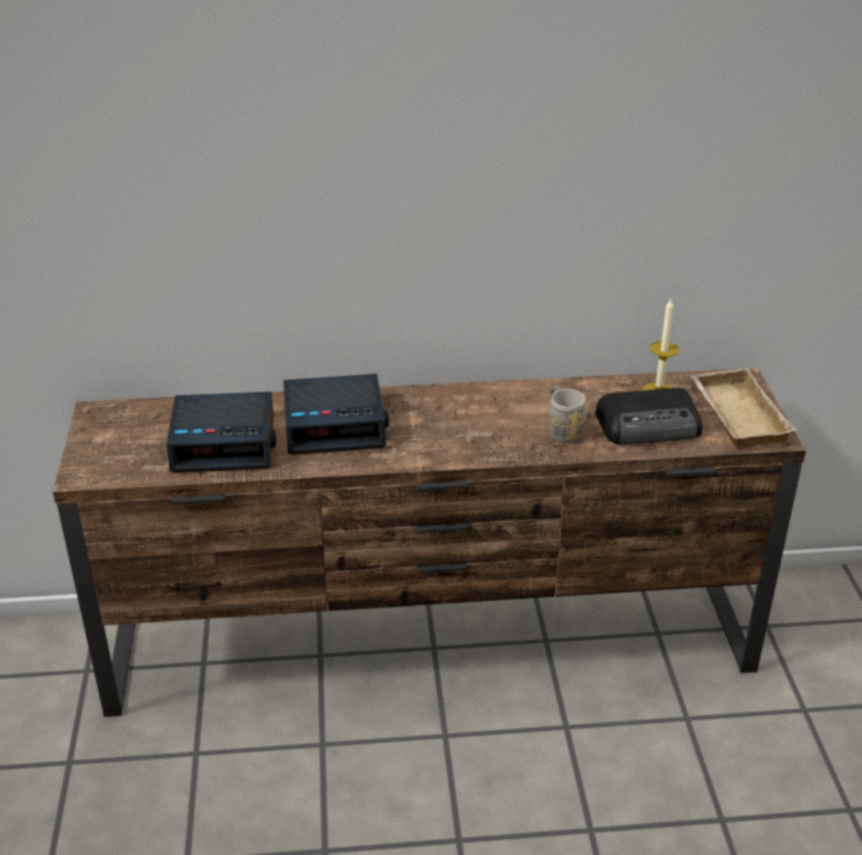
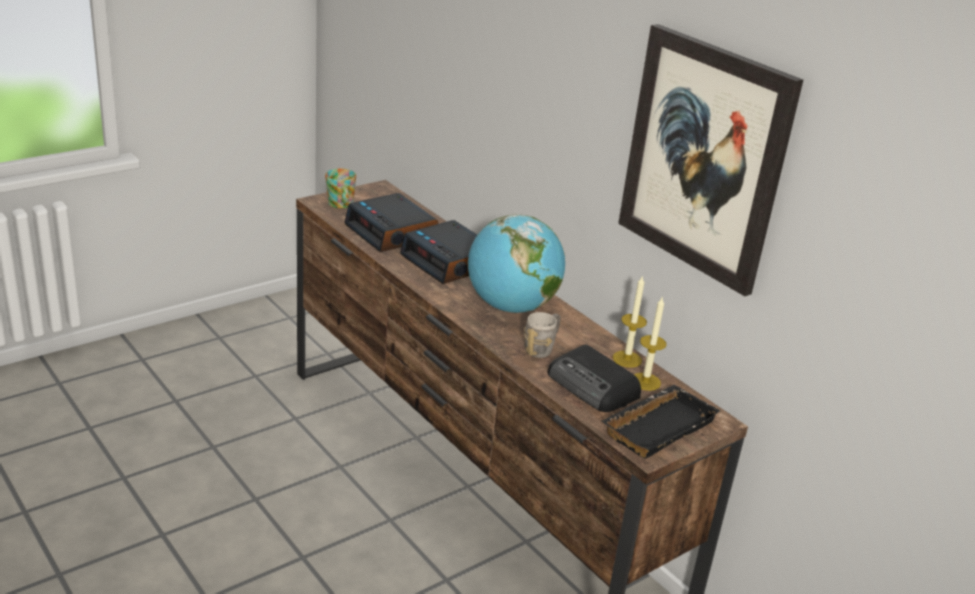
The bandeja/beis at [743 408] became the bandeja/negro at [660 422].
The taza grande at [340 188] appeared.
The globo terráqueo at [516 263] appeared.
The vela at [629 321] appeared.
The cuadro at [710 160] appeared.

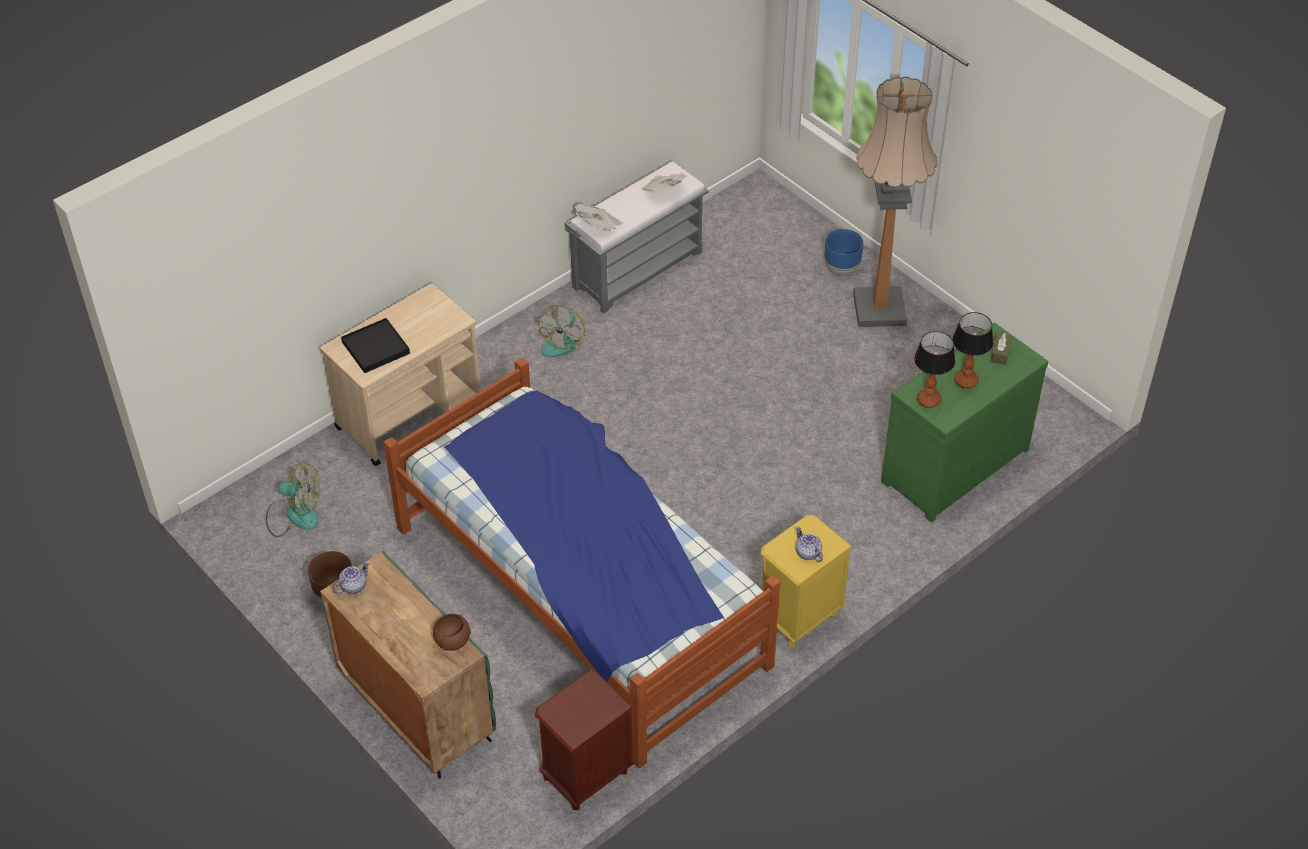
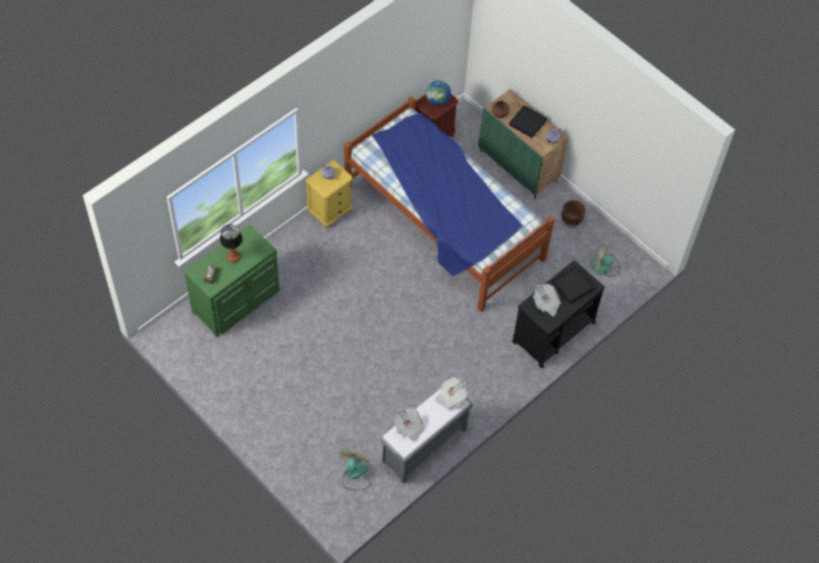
The carrito/beis at [400 374] became the carrito/negro at [558 314].
The ventilador moved from [561 331] to [355 470].
The maceta/azul at [844 252] disappeared.
The lámpara de pie at [895 201] disappeared.
The lámpara de mesa at [934 369] disappeared.
The globo terráqueo at [438 93] appeared.
The bandeja/negro at [528 121] appeared.
The periódico at [547 300] appeared.

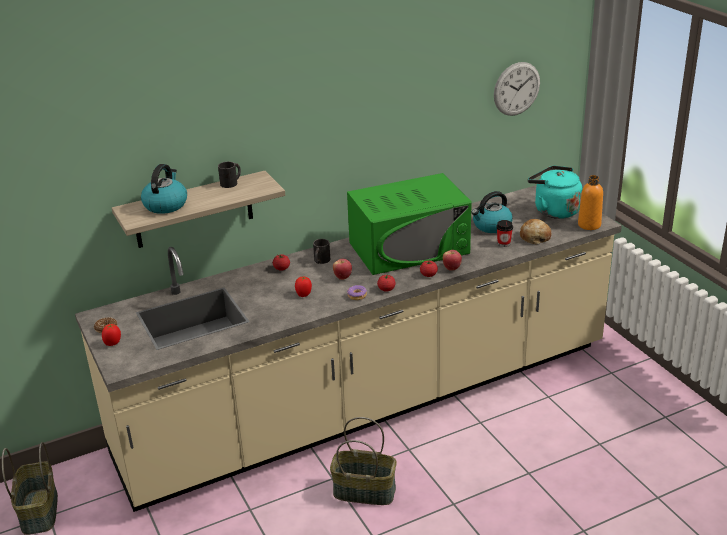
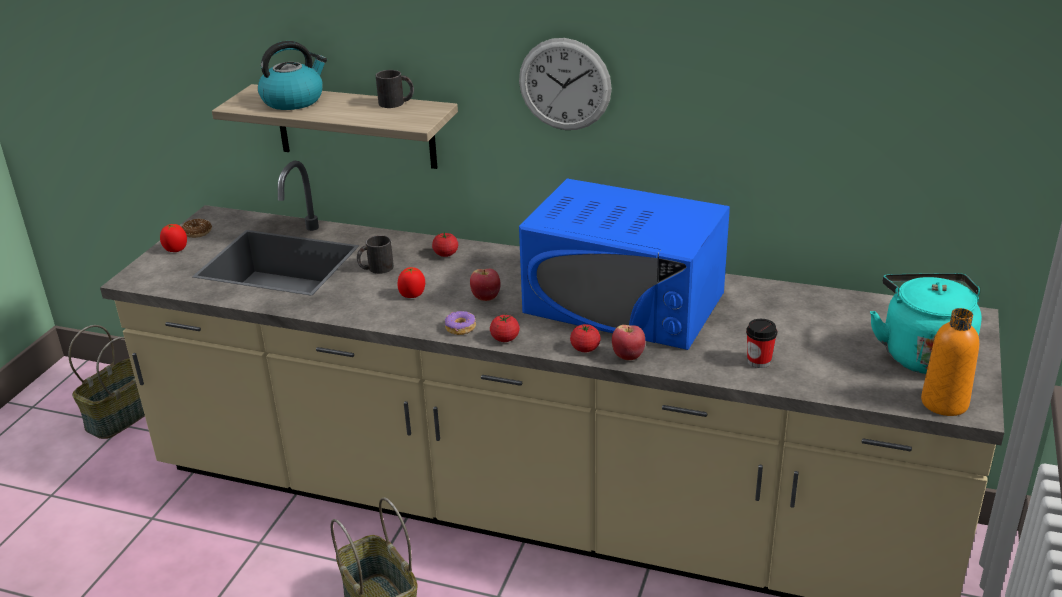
The taza grande/negro moved from [321 251] to [375 254].
The microondas/verde at [409 224] became the microondas/azul at [624 264].
The hervidor at [492 212] disappeared.
The reloj de pared moved from [517 89] to [565 84].
The pan at [536 231] disappeared.

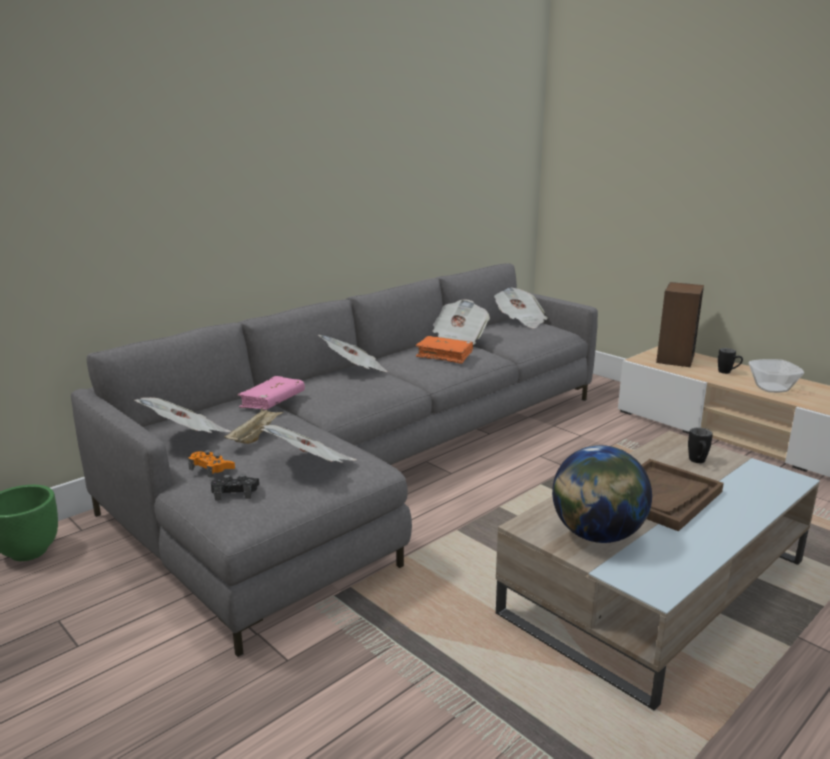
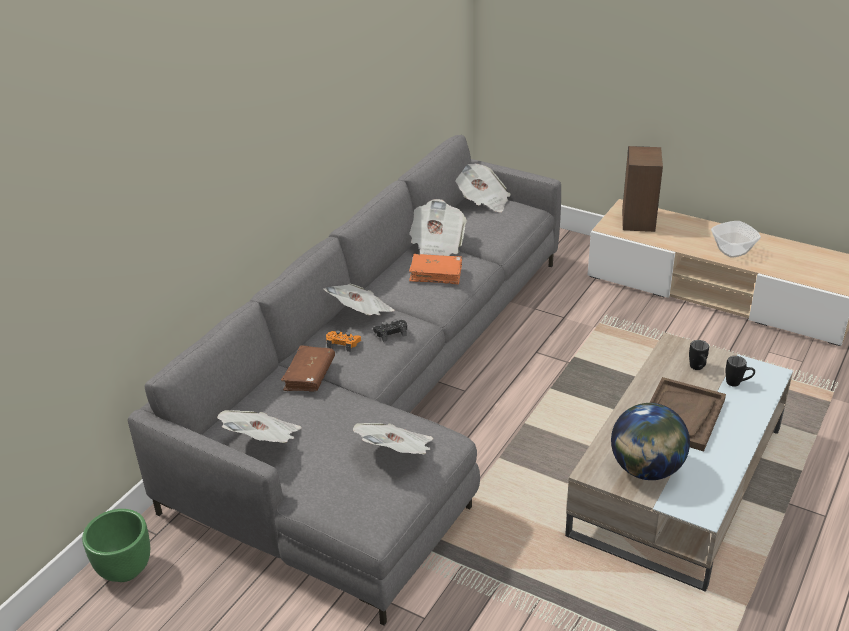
The mando de consola/naranja moved from [211 464] to [343 341].
The mando de consola/negro moved from [235 487] to [390 331].
The bandeja/beis at [254 426] disappeared.
The libro/rosa at [271 393] became the libro/marrón at [308 368].
The taza grande/negro moved from [730 361] to [740 371].

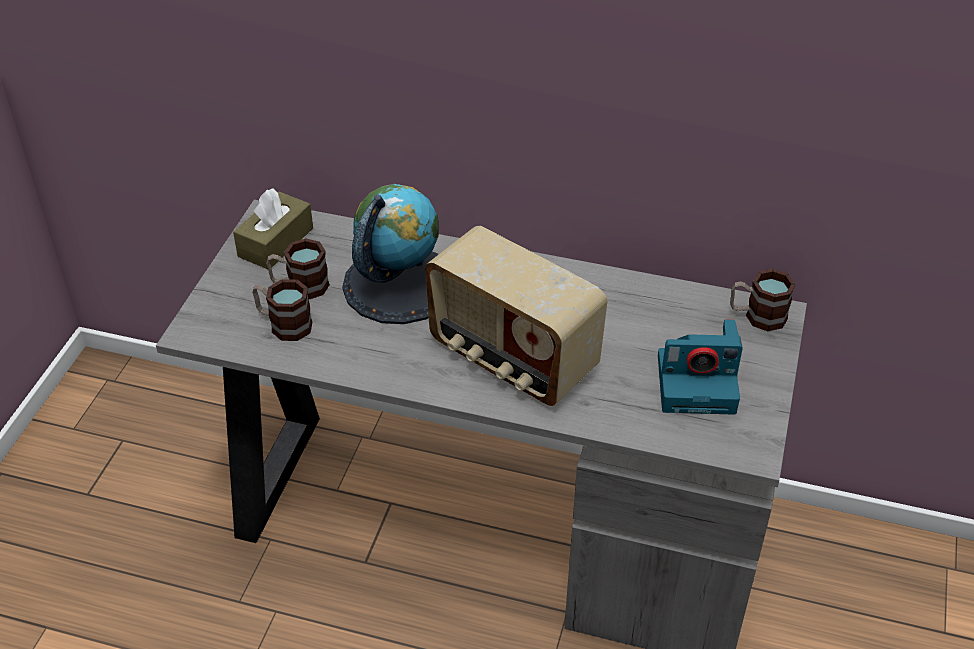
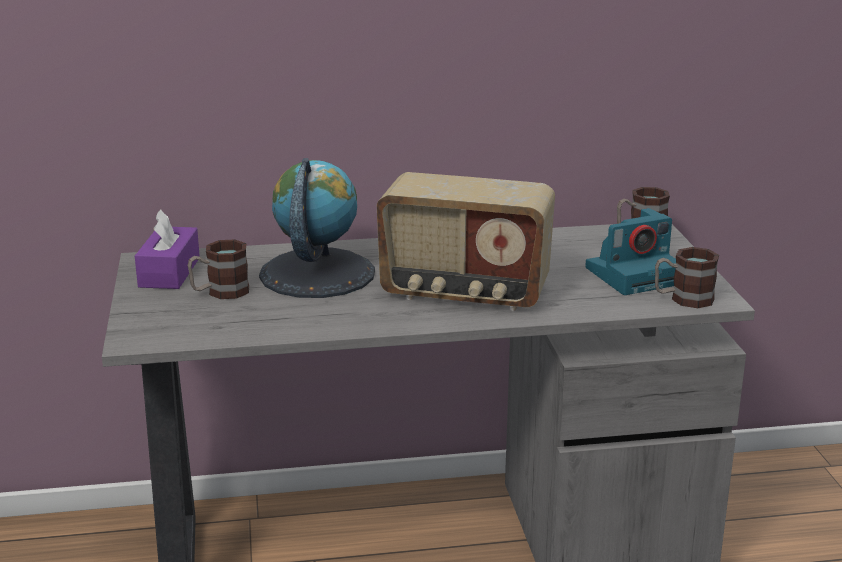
The caja de pañuelos/marrón at [273 228] became the caja de pañuelos/morado at [167 249].
The taza grande moved from [282 310] to [687 277].

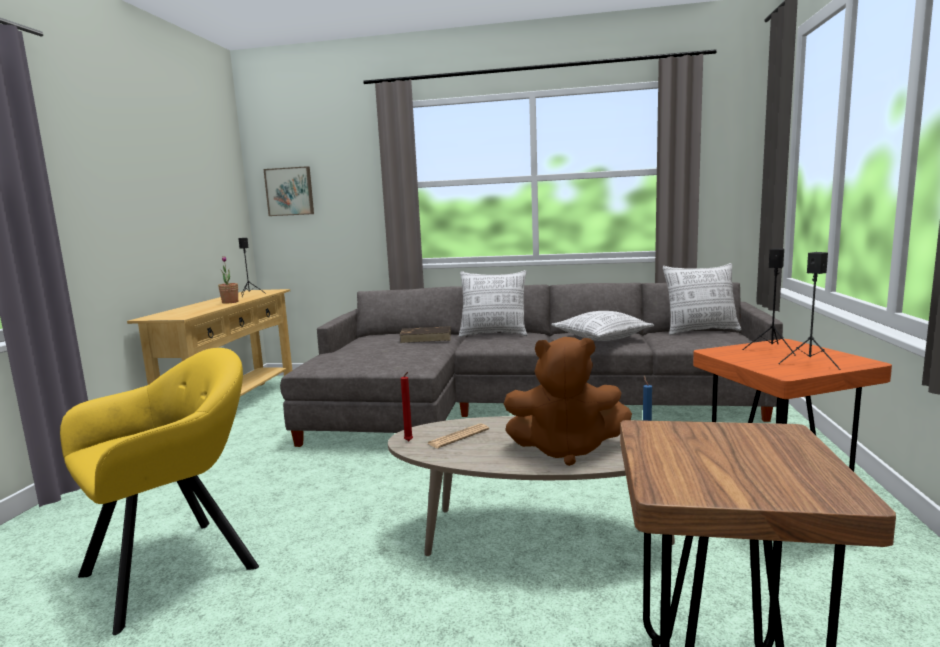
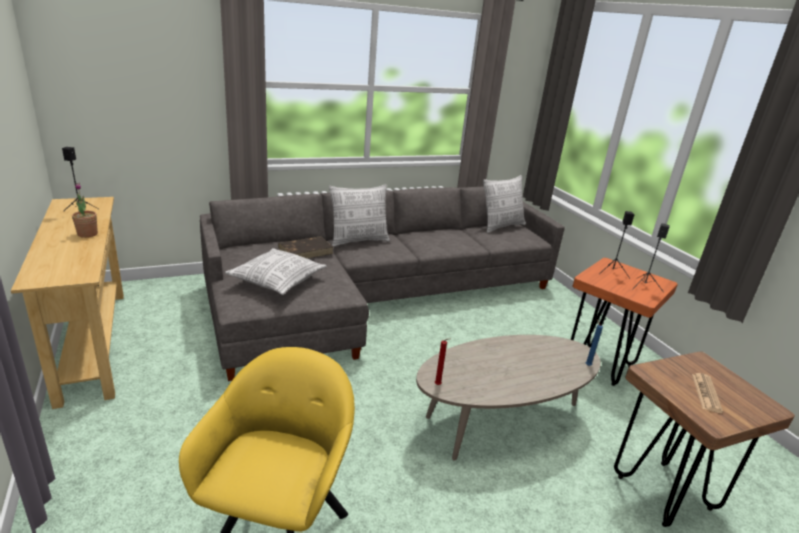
The cuadro at [288 191] disappeared.
The periódico moved from [458 435] to [707 393].
The peluche/marrón at [568 401] disappeared.
The cojín moved from [602 326] to [276 271].

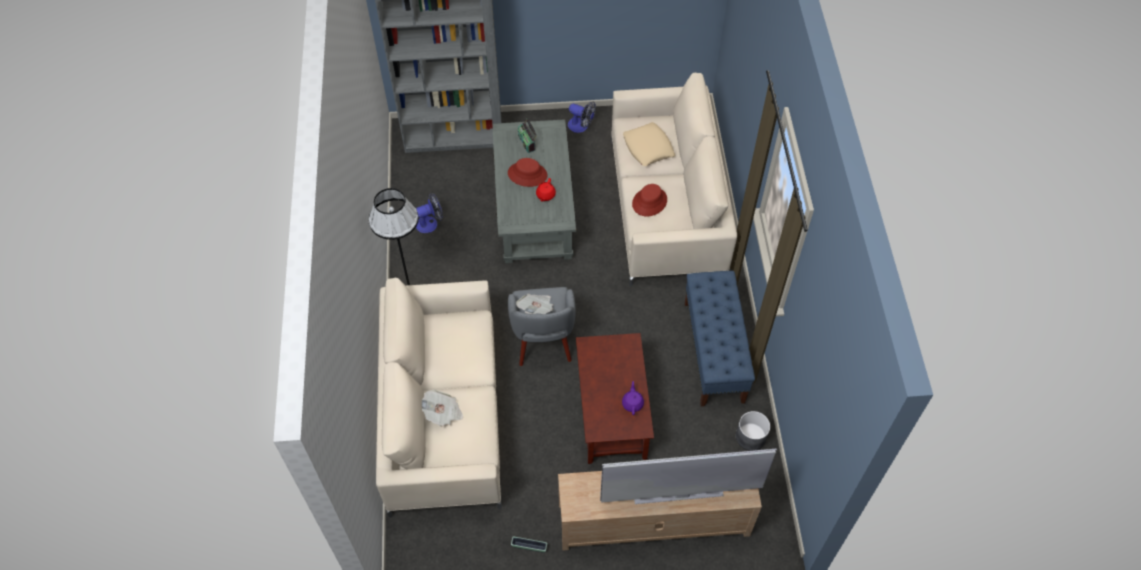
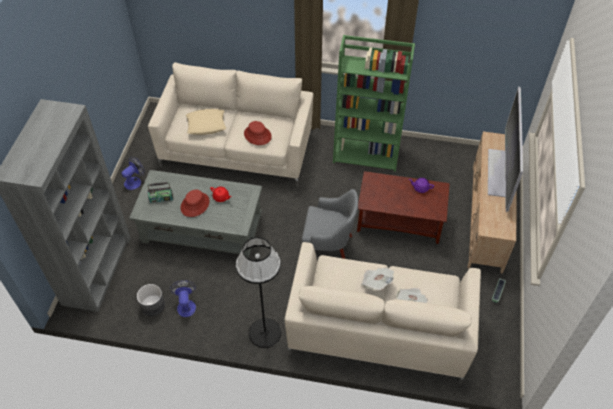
The periódico moved from [534 304] to [377 279].
The banco/azul at [719 338] was replaced by the estantería/verde at [374 103].
The maceta/gris moved from [753 431] to [151 300].

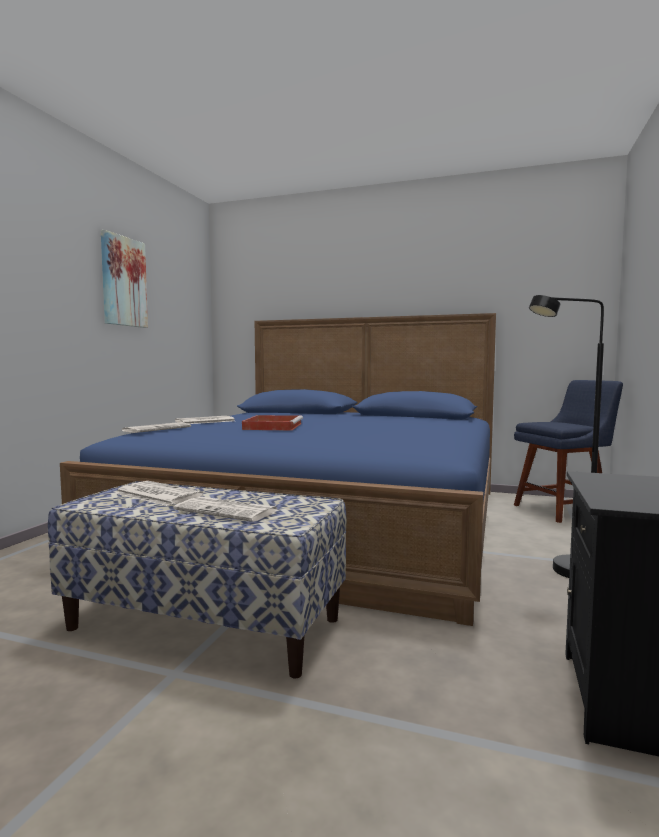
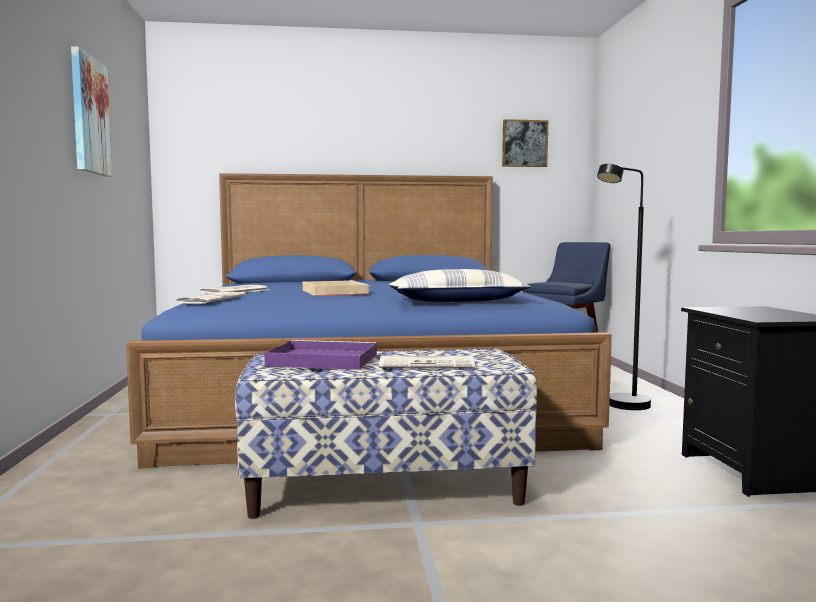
The periódico at [159 493] was replaced by the bandeja/morado at [320 355].
The bandeja/rojo at [272 423] became the bandeja/beis at [337 288].
The cojín at [460 285] appeared.
The cuadro at [525 143] appeared.

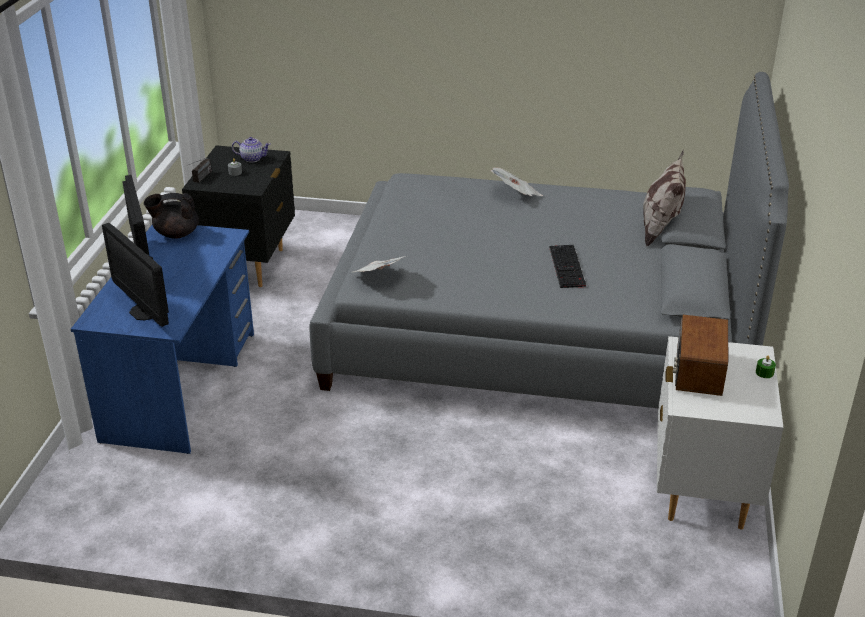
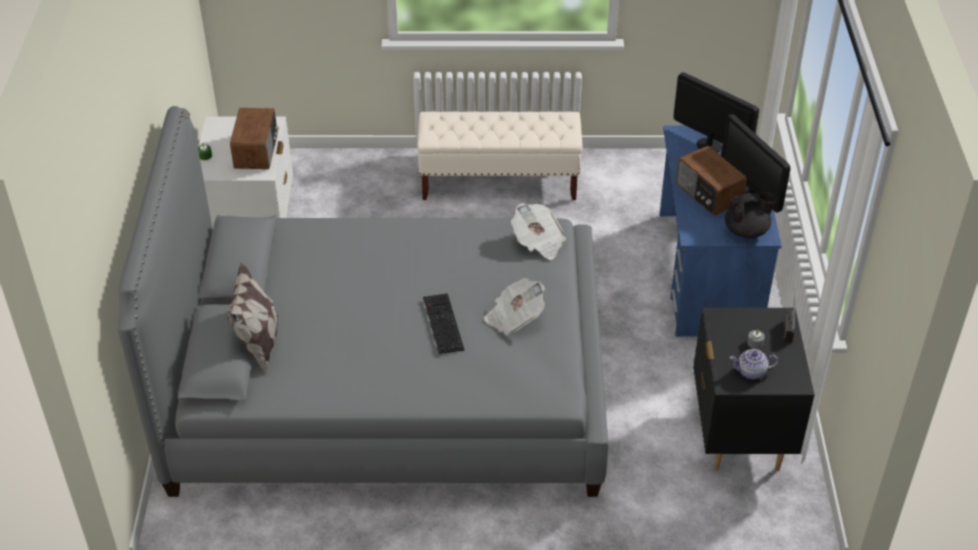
The periódico moved from [516 181] to [514 306].
The teclado moved from [567 266] to [444 324].
The banco/beis at [499 155] appeared.
The radio at [711 181] appeared.

